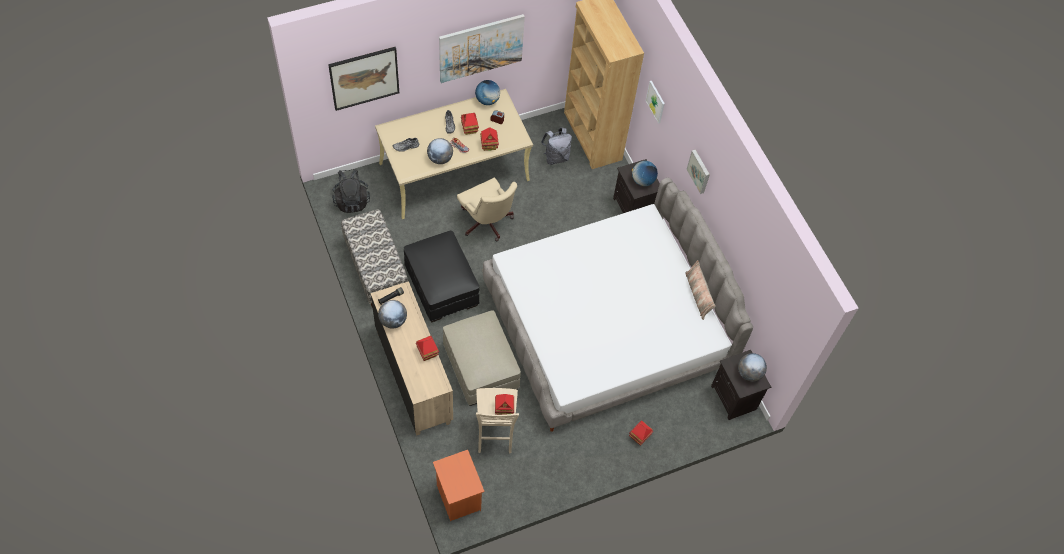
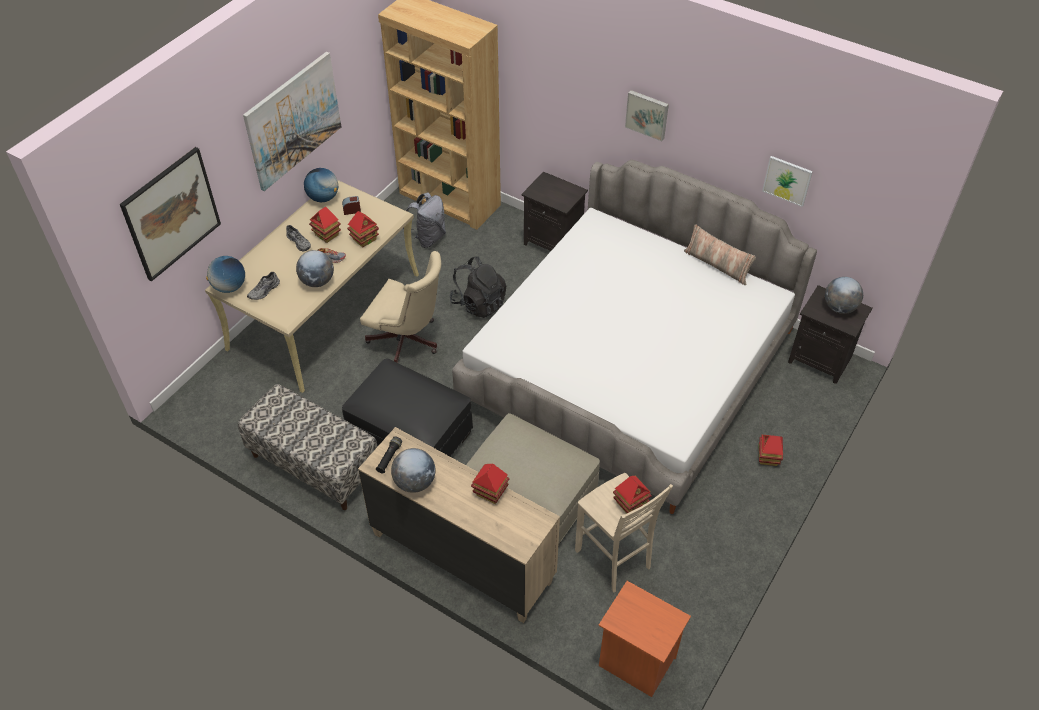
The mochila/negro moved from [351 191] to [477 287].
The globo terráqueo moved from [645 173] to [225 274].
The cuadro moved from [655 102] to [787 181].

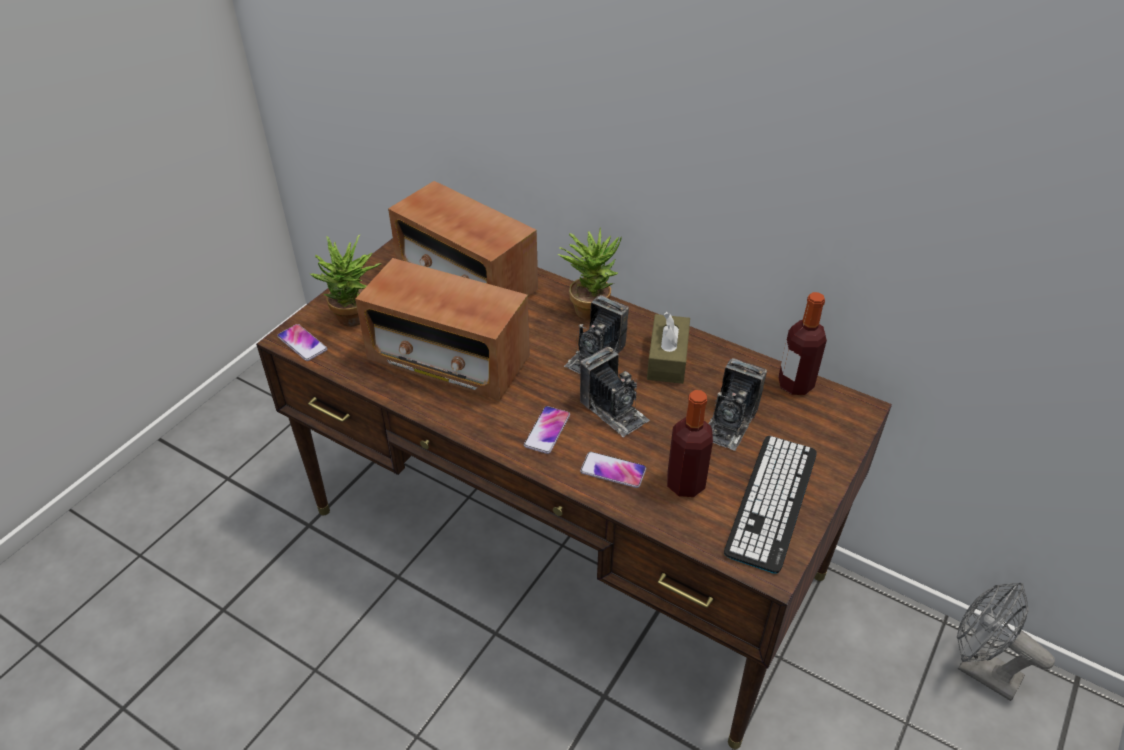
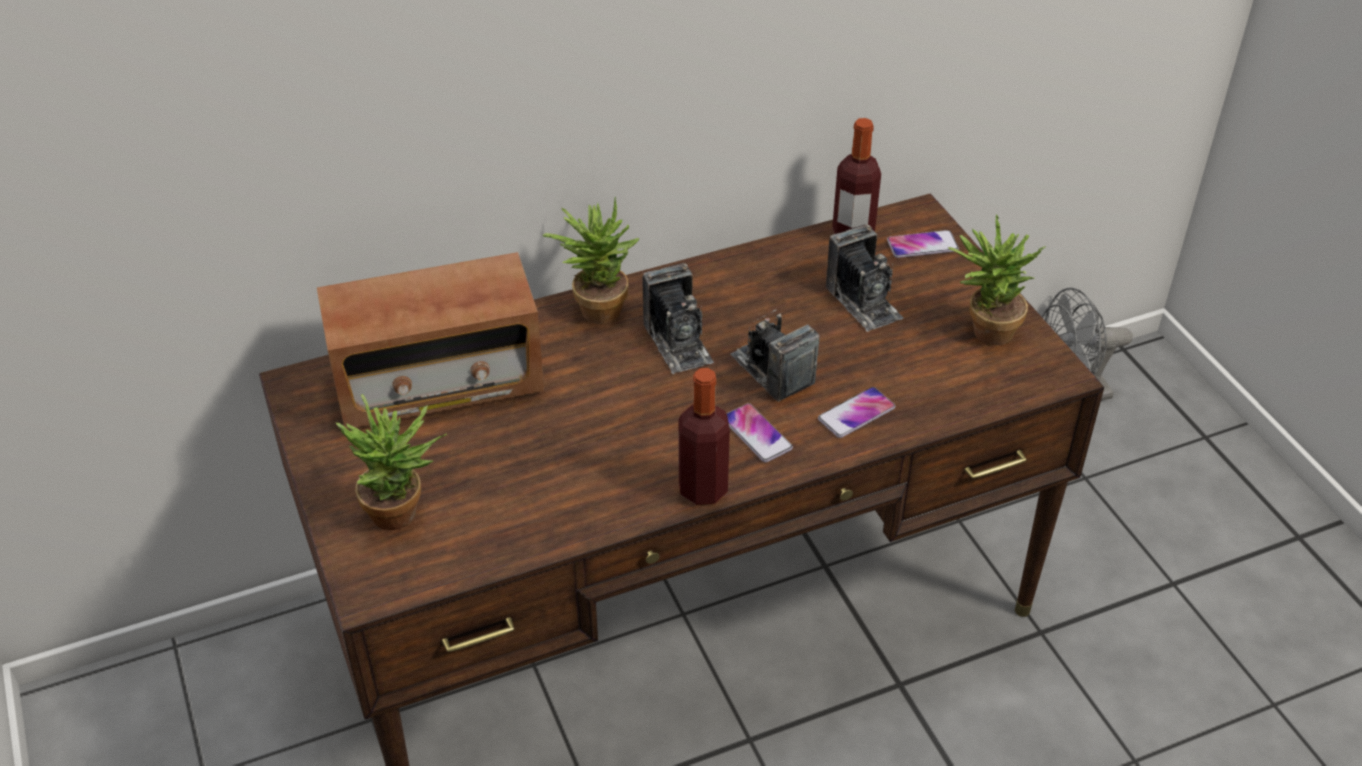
The móvil moved from [302 342] to [923 244].
The radio at [442 329] disappeared.
The cámara at [615 392] turned 120 degrees counterclockwise.
The caja de pañuelos/marrón at [668 348] disappeared.
The botella moved from [690 443] to [704 436].
The teclado at [770 505] was replaced by the planta en maceta at [997 279].

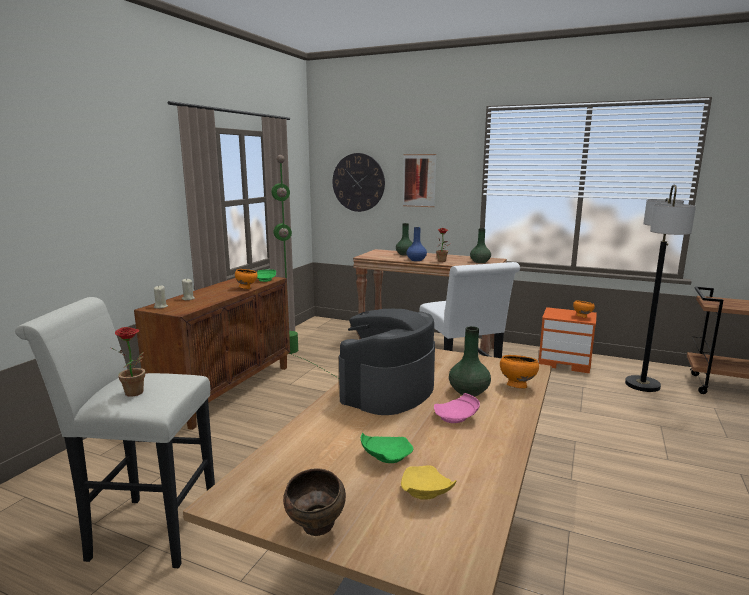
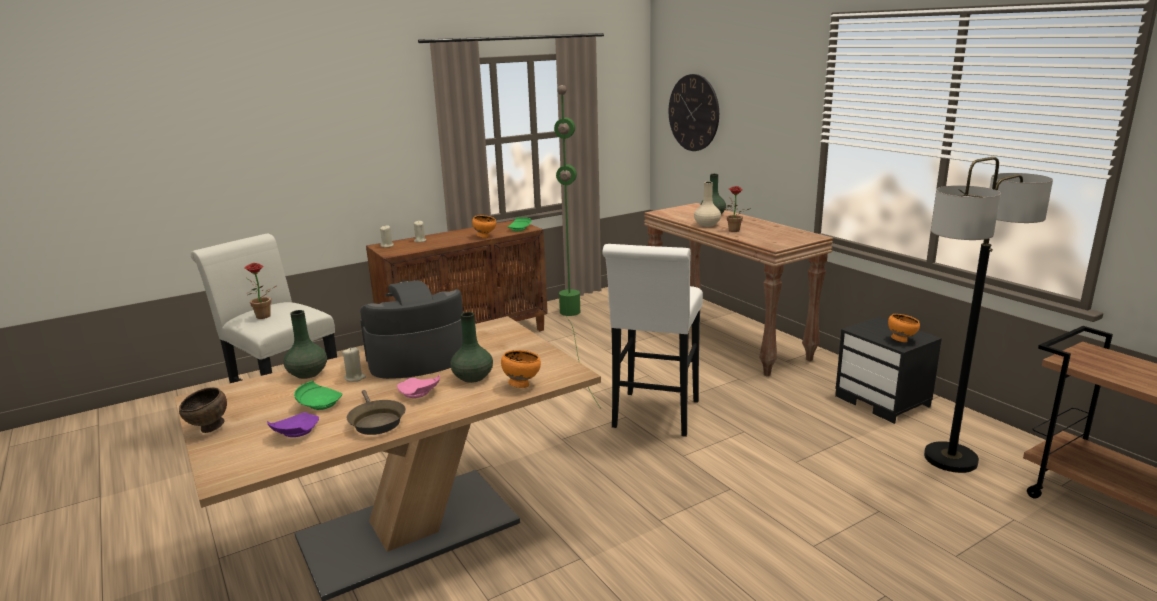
The plato/amarillo at [429 482] became the plato/morado at [293 424].
The cuadro at [419 180] disappeared.
The florero/azul at [417 244] became the florero/beis at [707 204].
The florero/verde moved from [480 245] to [305 344].
The mesita de noche/naranja at [567 340] became the mesita de noche/negro at [888 370].
The vela/beis at [354 364] appeared.
The sartén/marrón at [376 412] appeared.

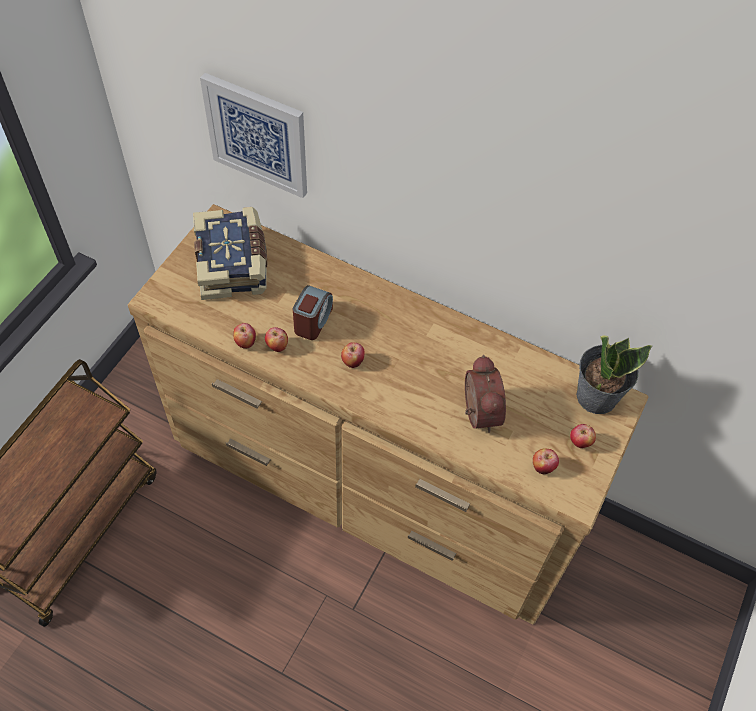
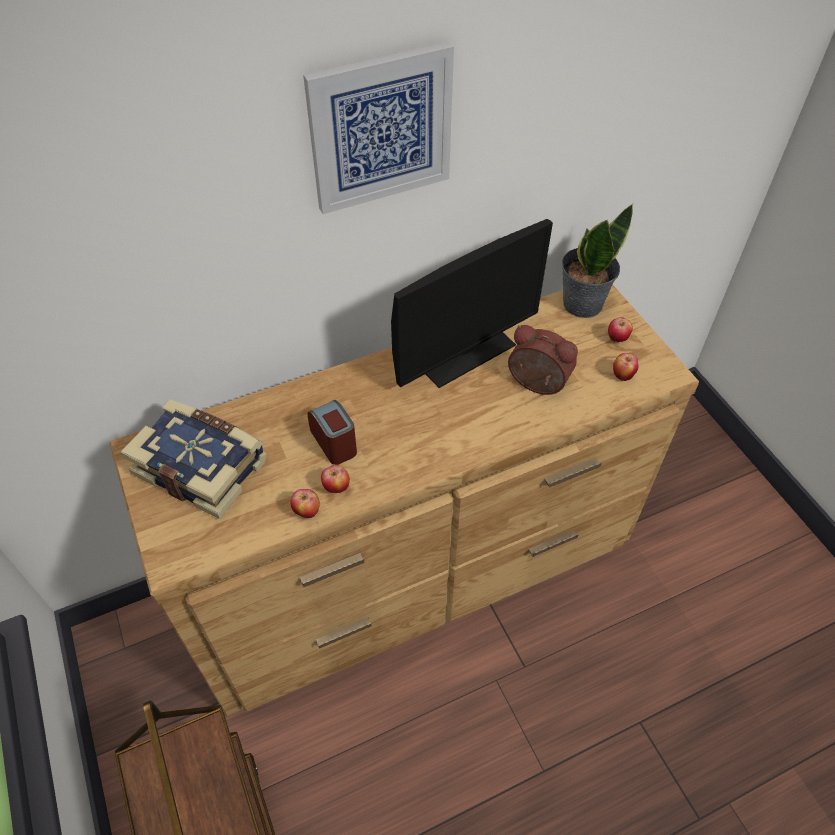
The cuadro moved from [253 135] to [378 127].
The manzana at [353 355] disappeared.
The monitor at [472 303] appeared.

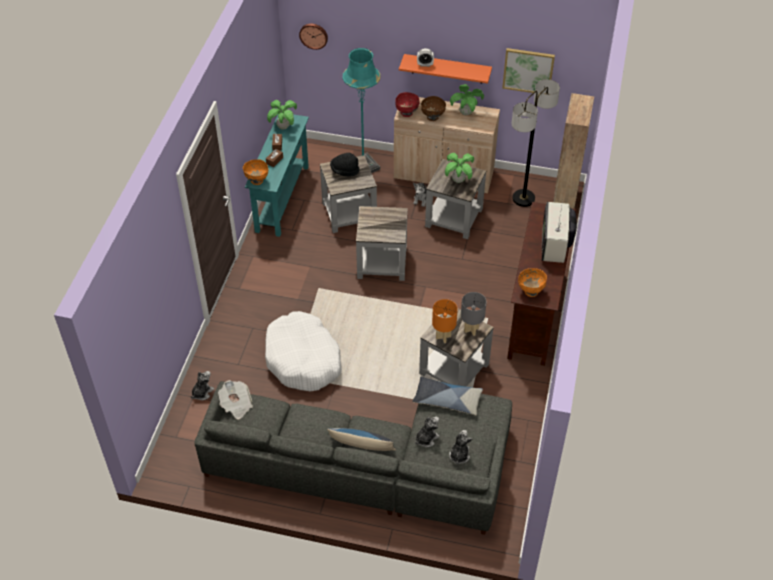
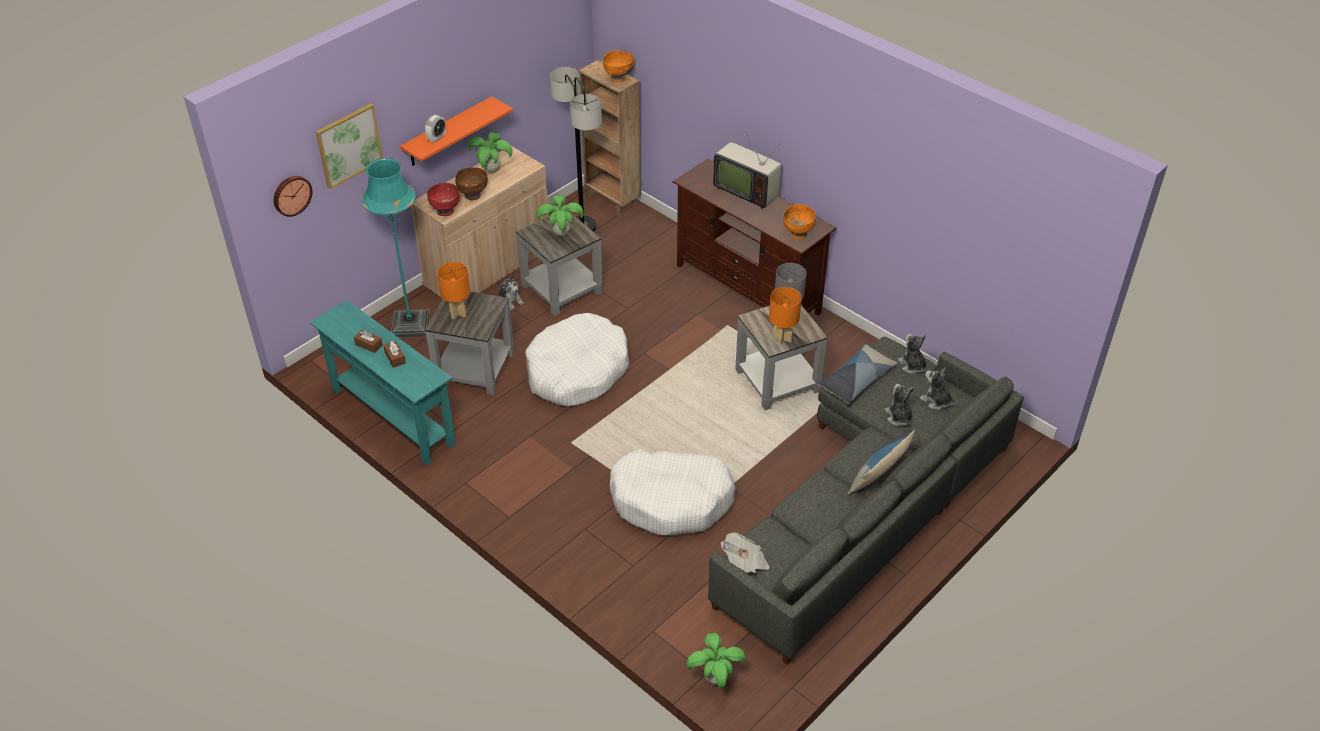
The peluche moved from [202 385] to [912 354].
The cuenco/naranja moved from [255 172] to [618 66].
The planta en maceta moved from [282 115] to [716 660].
The sombrero/negro at [344 165] was replaced by the lámpara de mesa/naranja at [453 290].
The mesa auxiliar/gris at [382 243] was replaced by the cama para perro/blanco at [577 360].
The cuadro moved from [528 71] to [349 146].

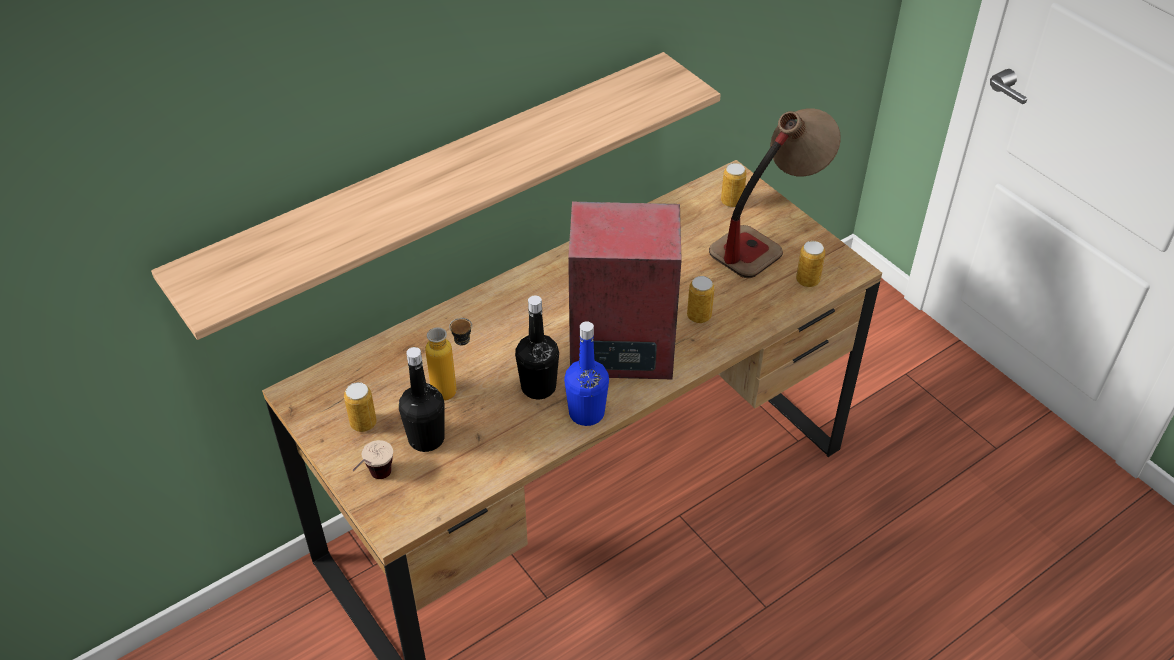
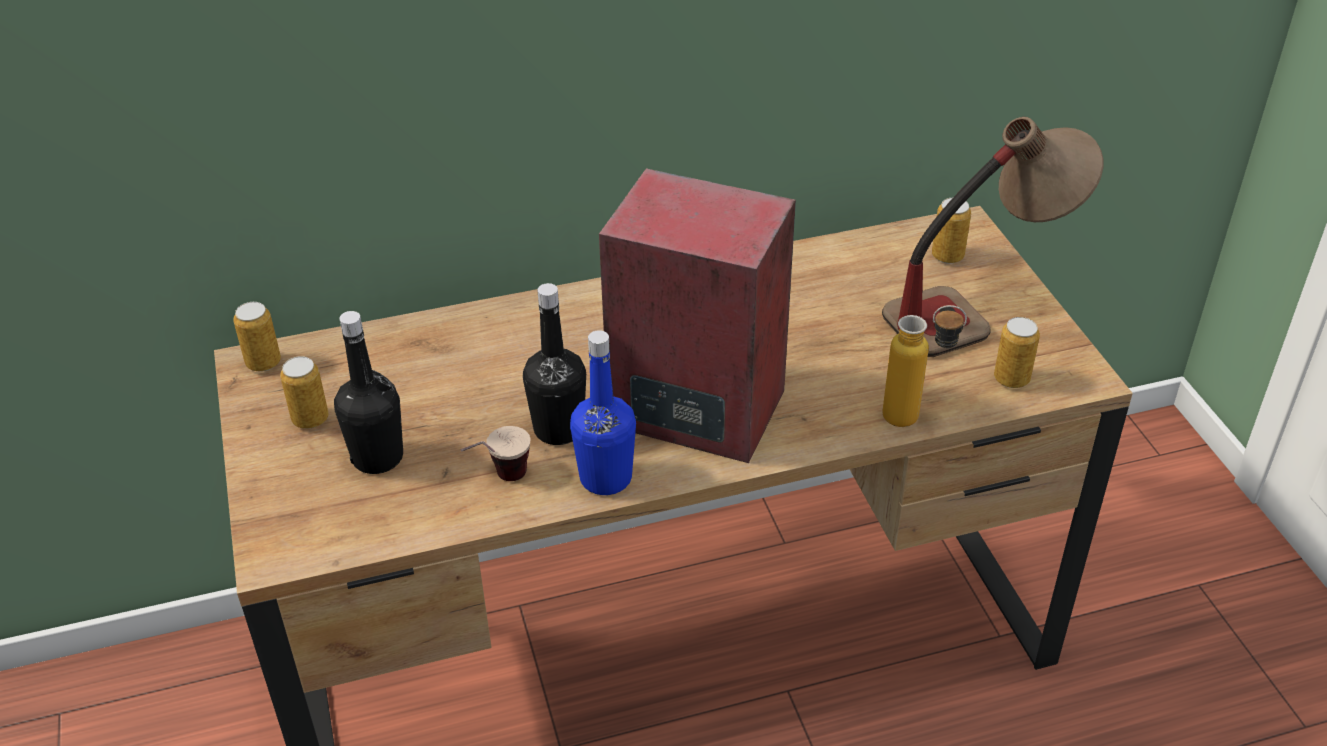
The estante at [436 196] disappeared.
The taza moved from [372 459] to [496 453].
The botella moved from [448 359] to [925 366].
The lata moved from [701 299] to [257 337].

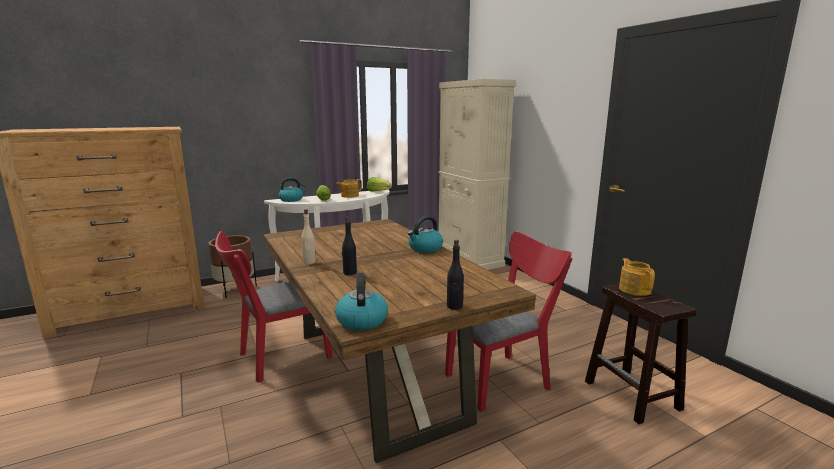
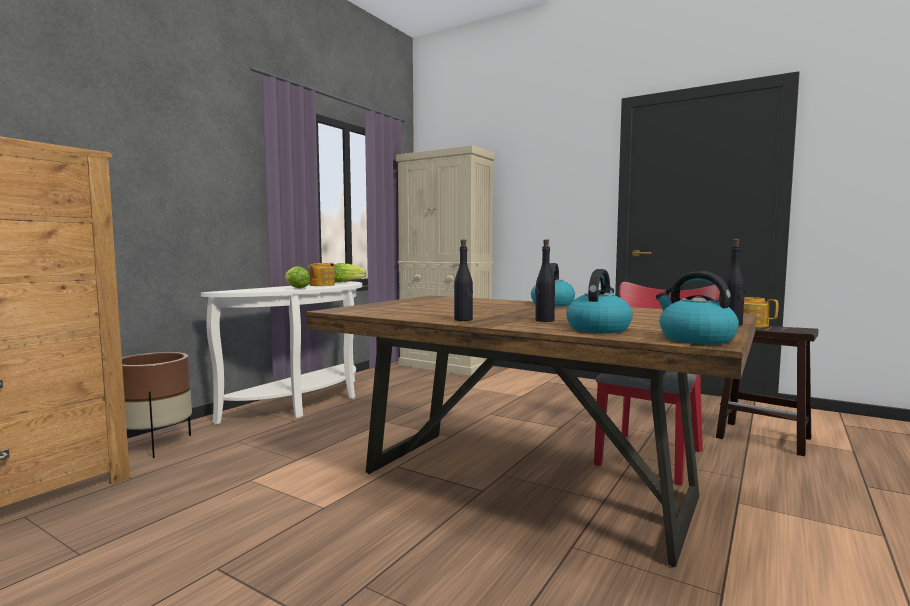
The silla/rojo at [273 307] disappeared.
The hervidor moved from [292 190] to [599 301].
The botella/beis at [308 236] became the botella/negro at [463 280].

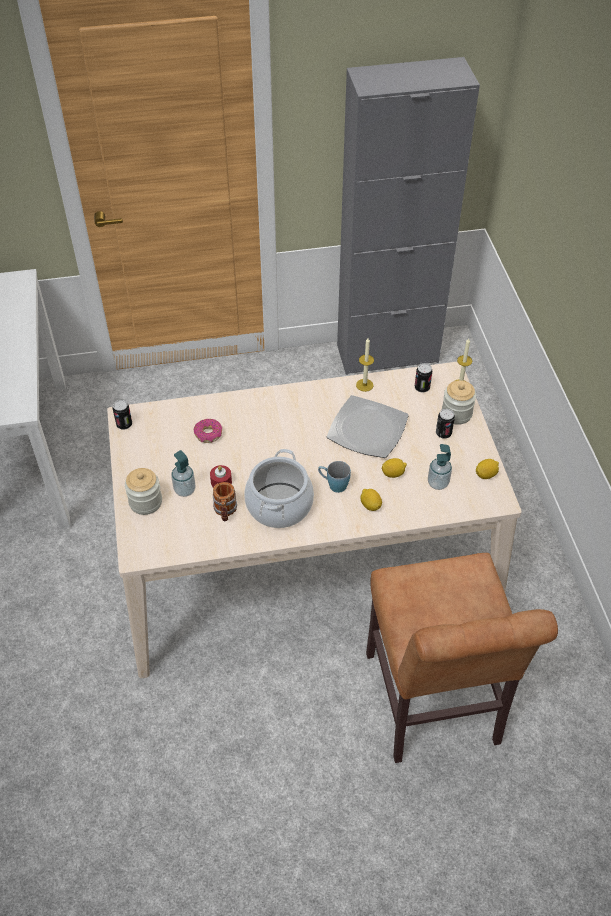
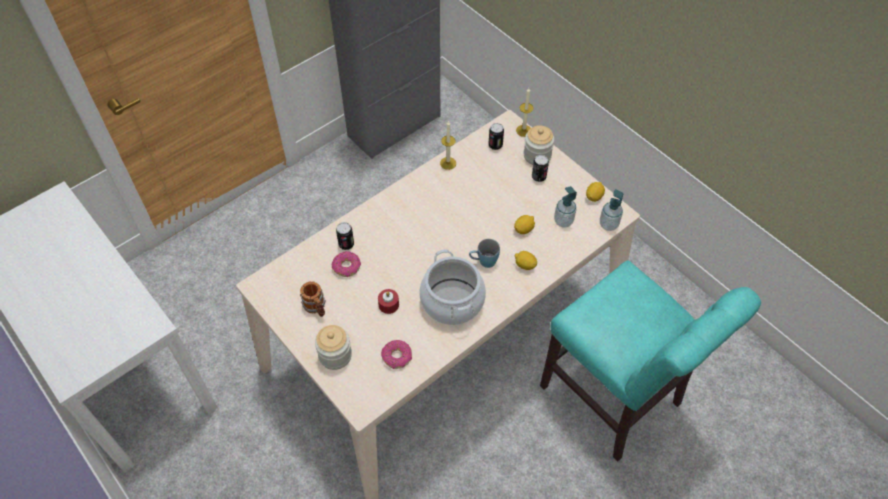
The lata moved from [122 415] to [345 236].
The dispensador de jabón moved from [183 473] to [611 210].
The taza grande moved from [225 501] to [313 299].
The plato at [368 426] disappeared.
The silla/marrón at [462 658] became the silla/turquesa at [650 361].
The rosquilla at [396 354] appeared.

